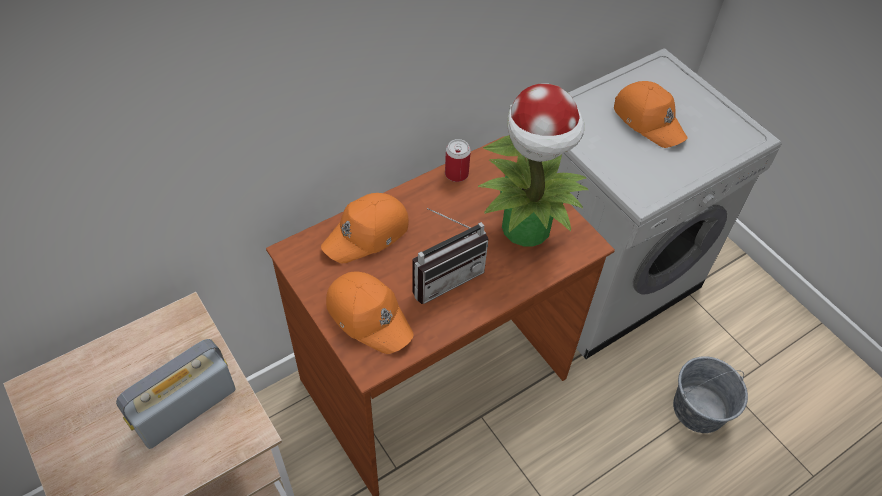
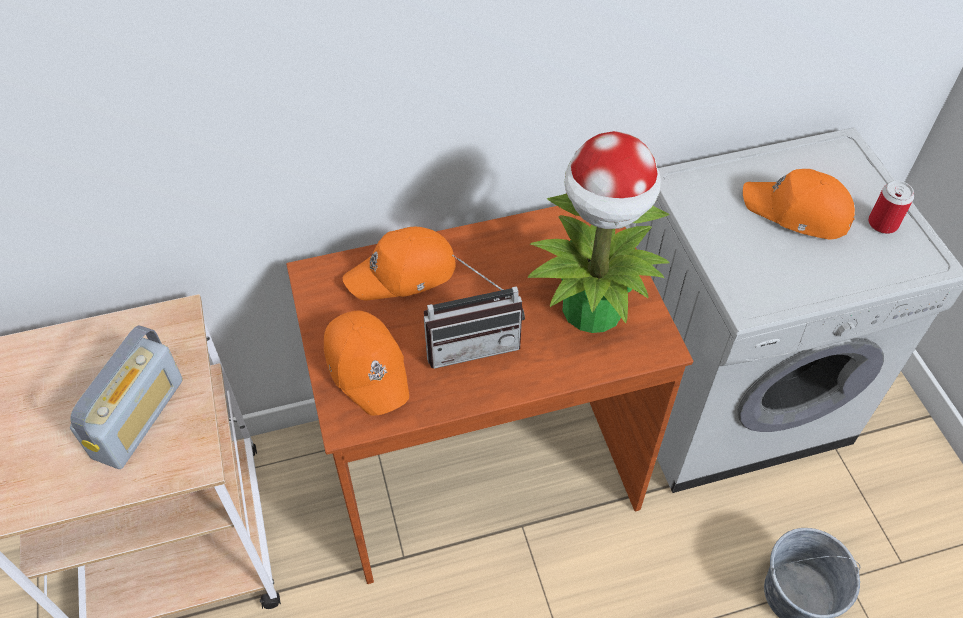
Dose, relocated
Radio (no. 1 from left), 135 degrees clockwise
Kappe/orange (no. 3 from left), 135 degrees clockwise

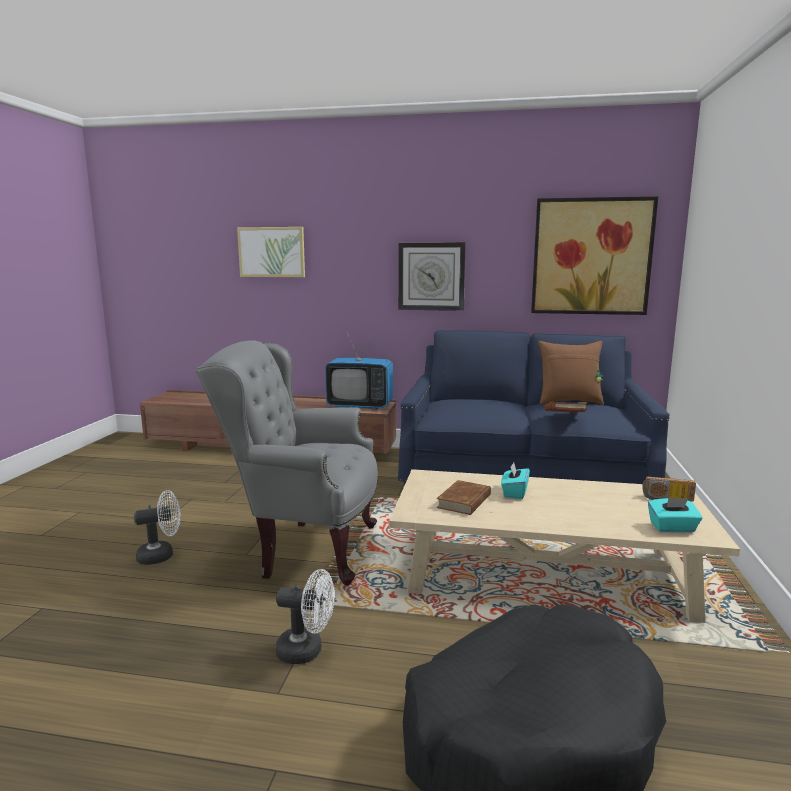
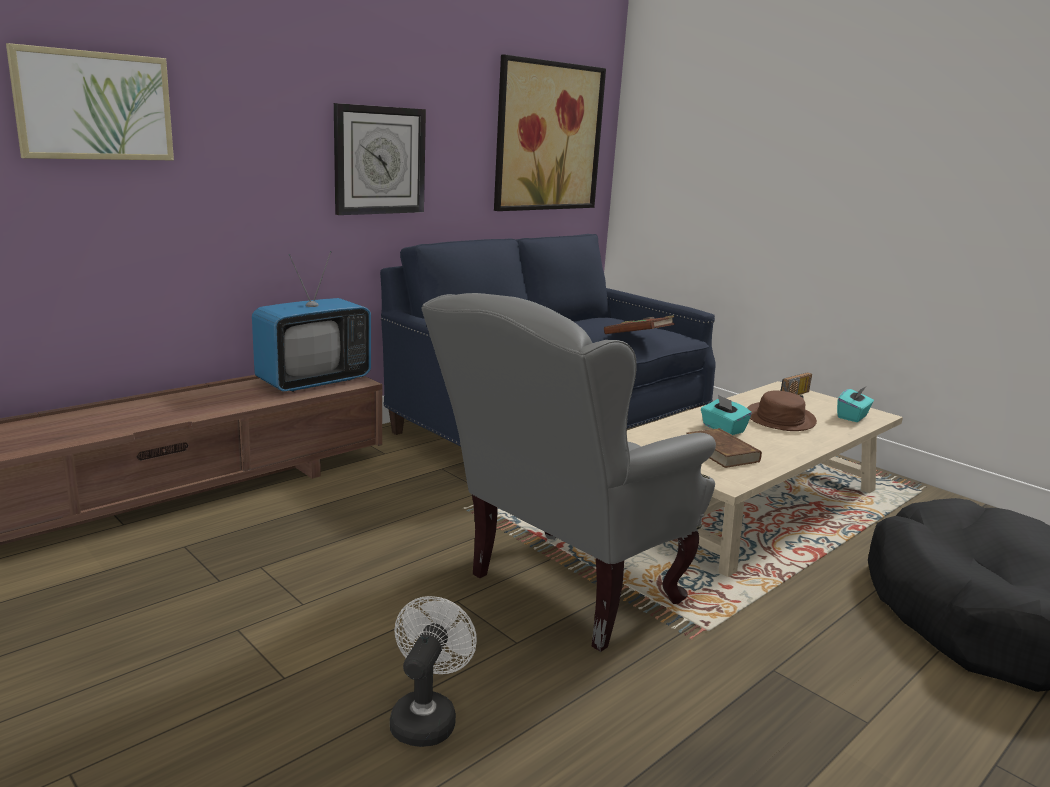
Ventilator/weiß (no. 2 from left) → -
Kissen/braun → -
- → Hut/braun

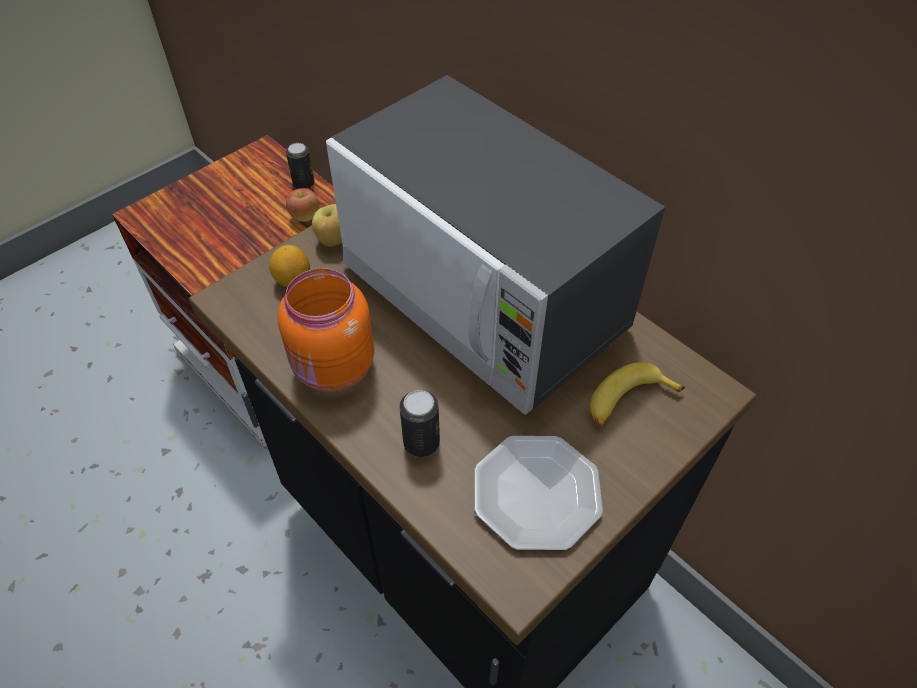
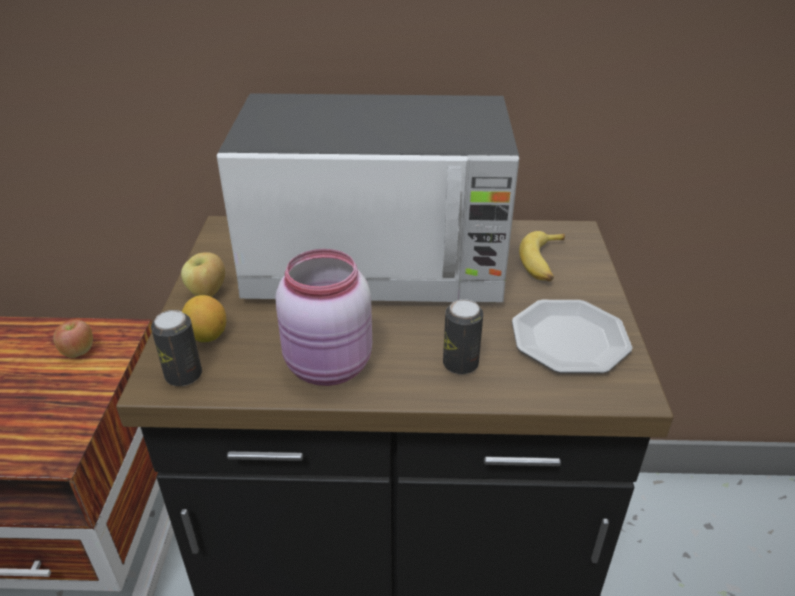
Dose (no. 1 from left), relocated
Vorratsglas/orange → Vorratsglas/rosa

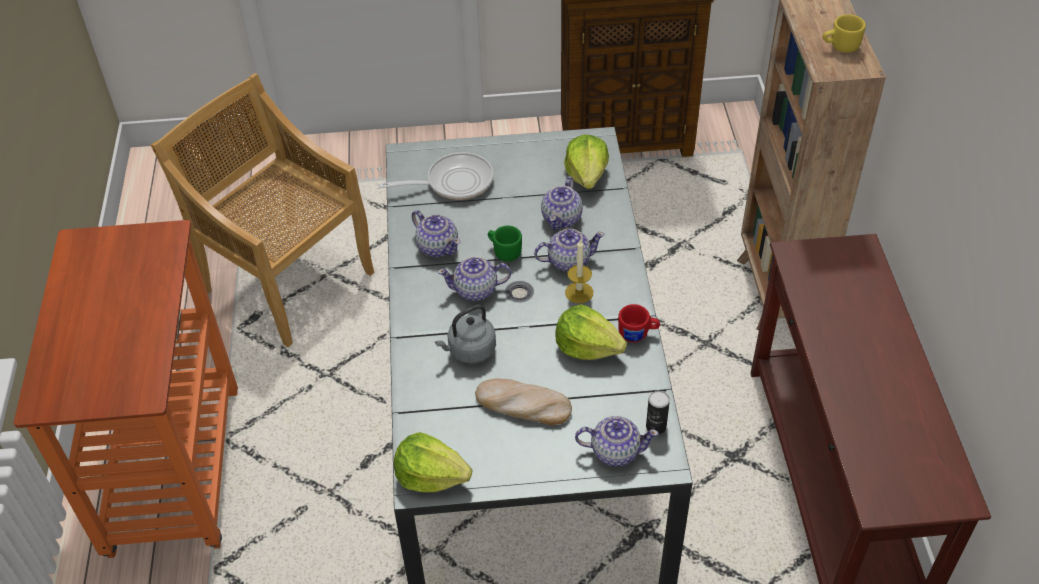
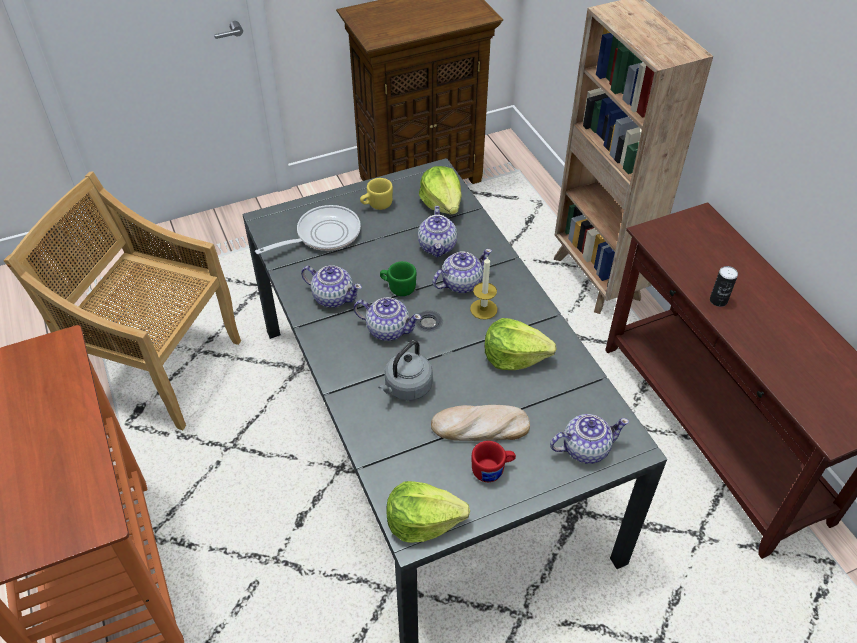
Henkelbecher/rot, relocated
Dose, relocated
Henkelbecher/gelb, relocated
Teekanne (no. 2 from left), 135 degrees counterclockwise

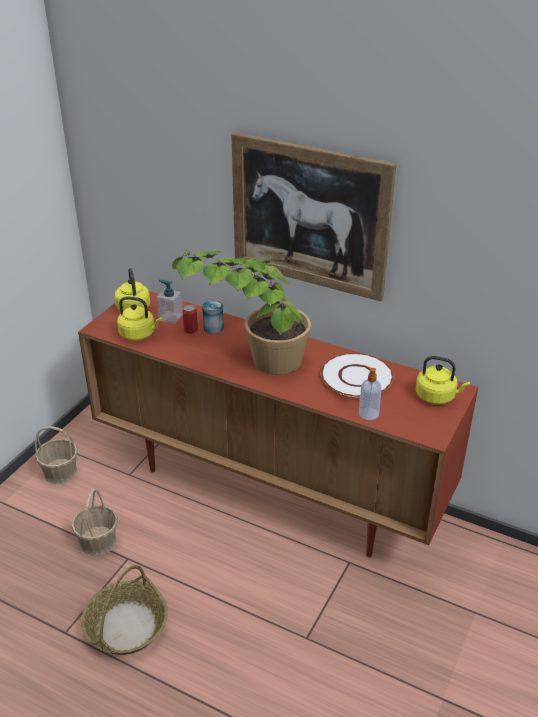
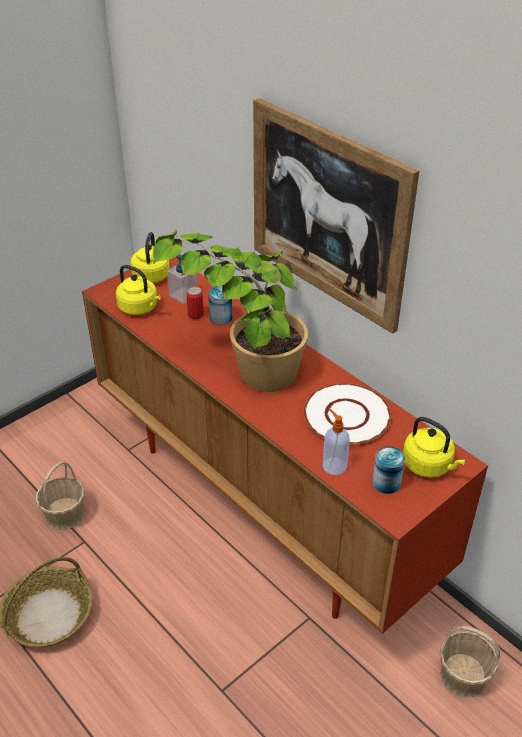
- → Dose (no. 3 from left)
Korb (no. 1 from left in the first image) → Korb (no. 3 from left), relocated

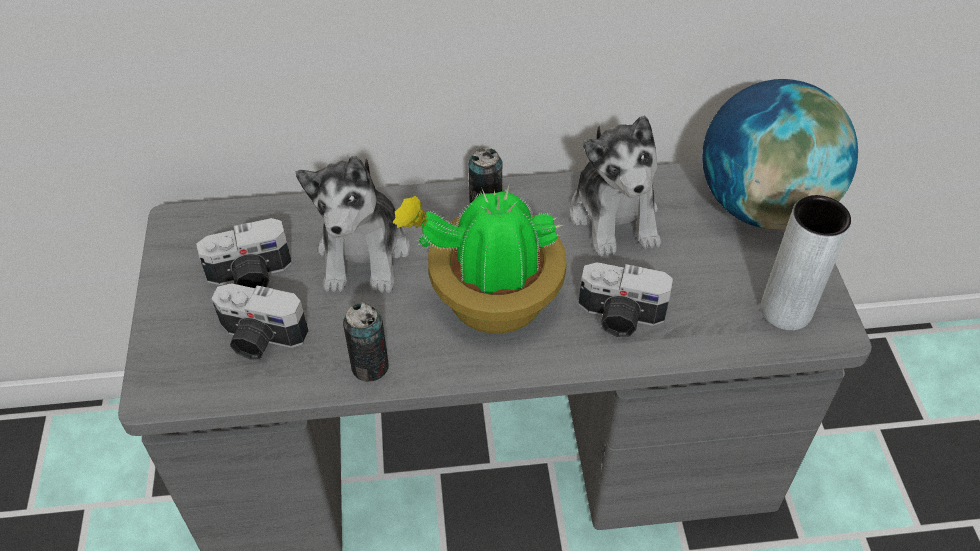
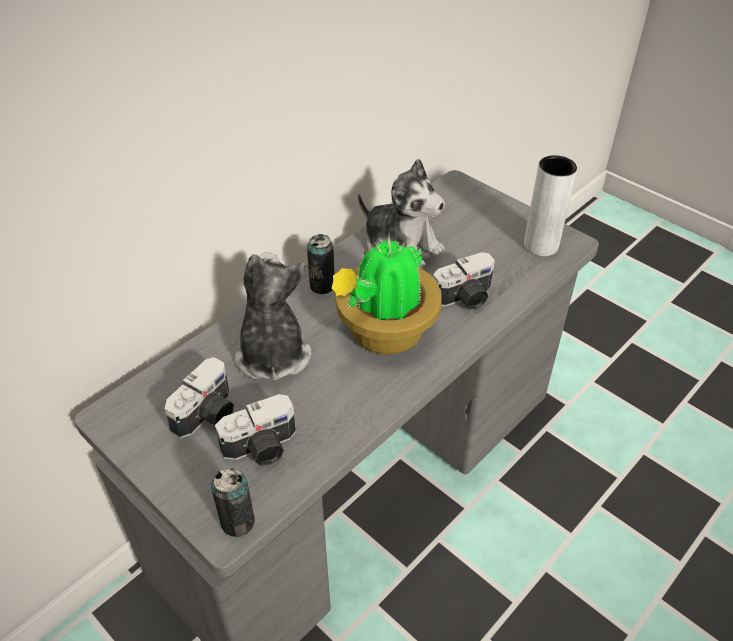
Globus → -
Dose (no. 1 from left), relocated
Plüschtier (no. 1 from left), 150 degrees counterclockwise

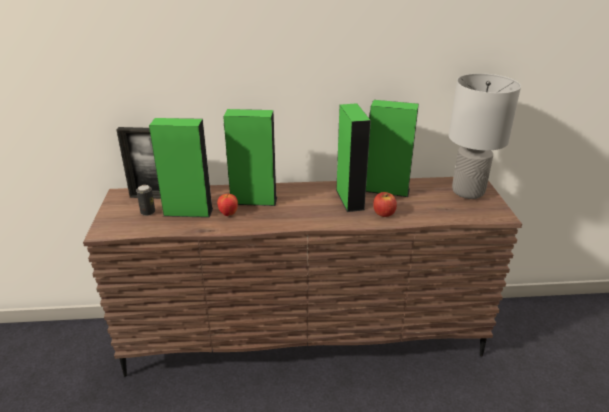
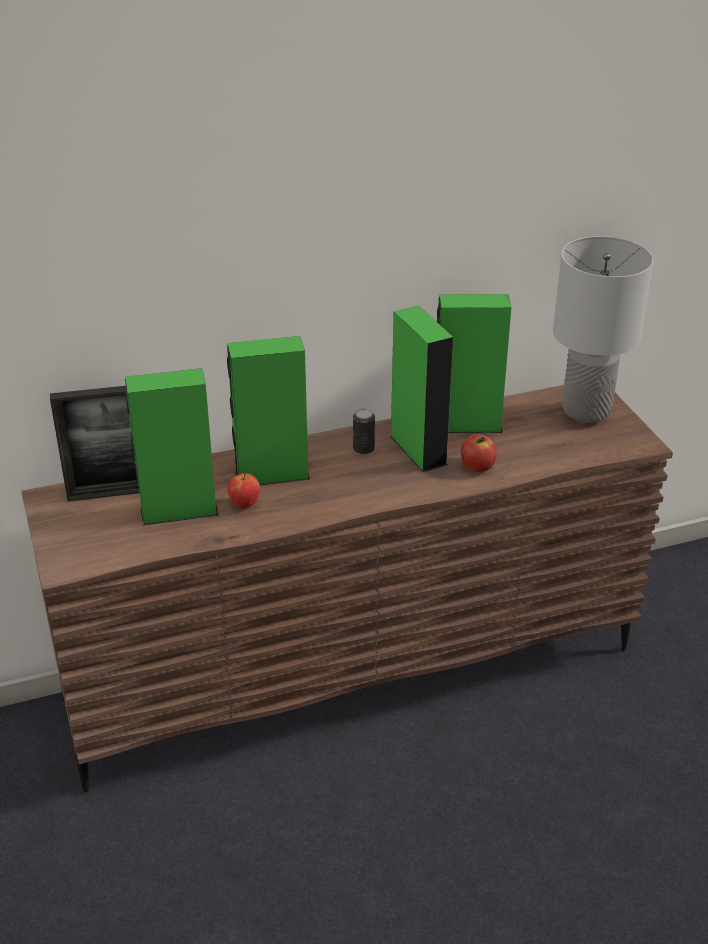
Dose, relocated

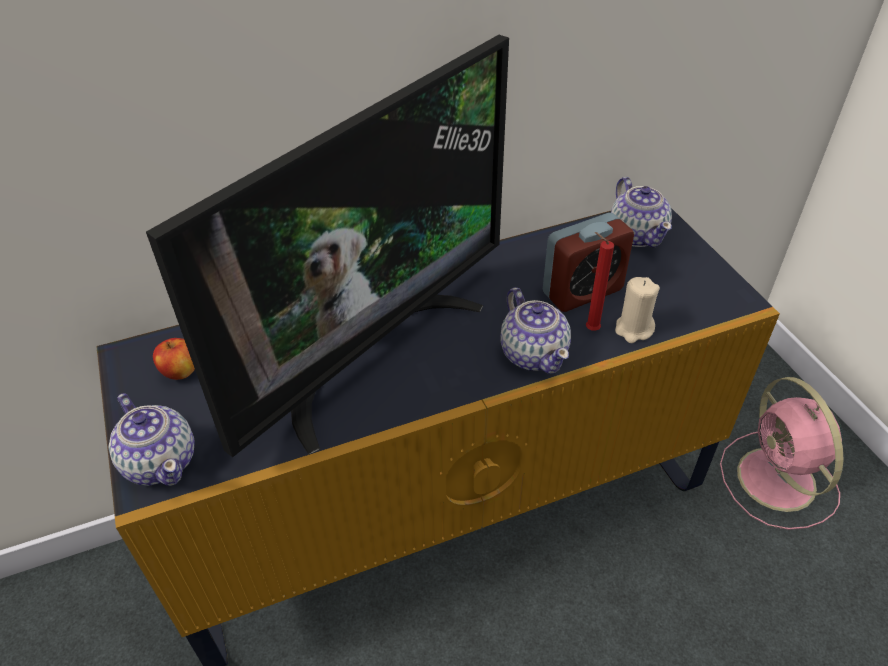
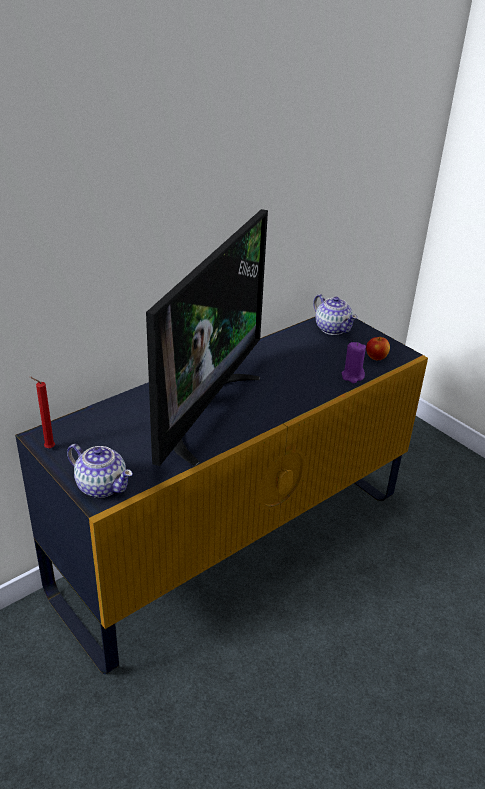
Teekanne (no. 2 from left) → -
Wecker → -
Ventilator/rosa → -
Apfel, relocated
Kerze/rot, relocated
Kerze/beige → Kerze/lila

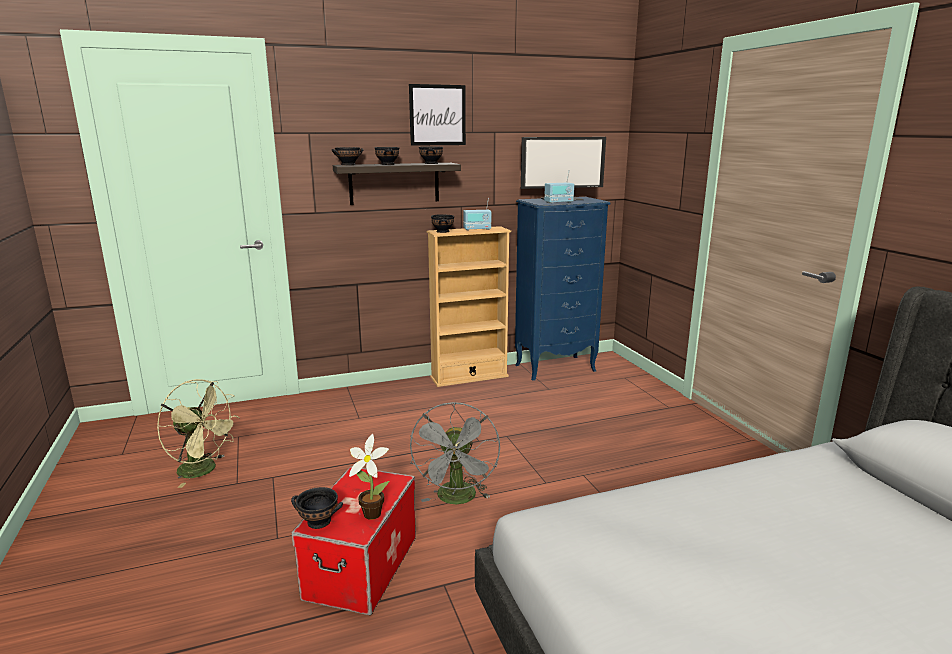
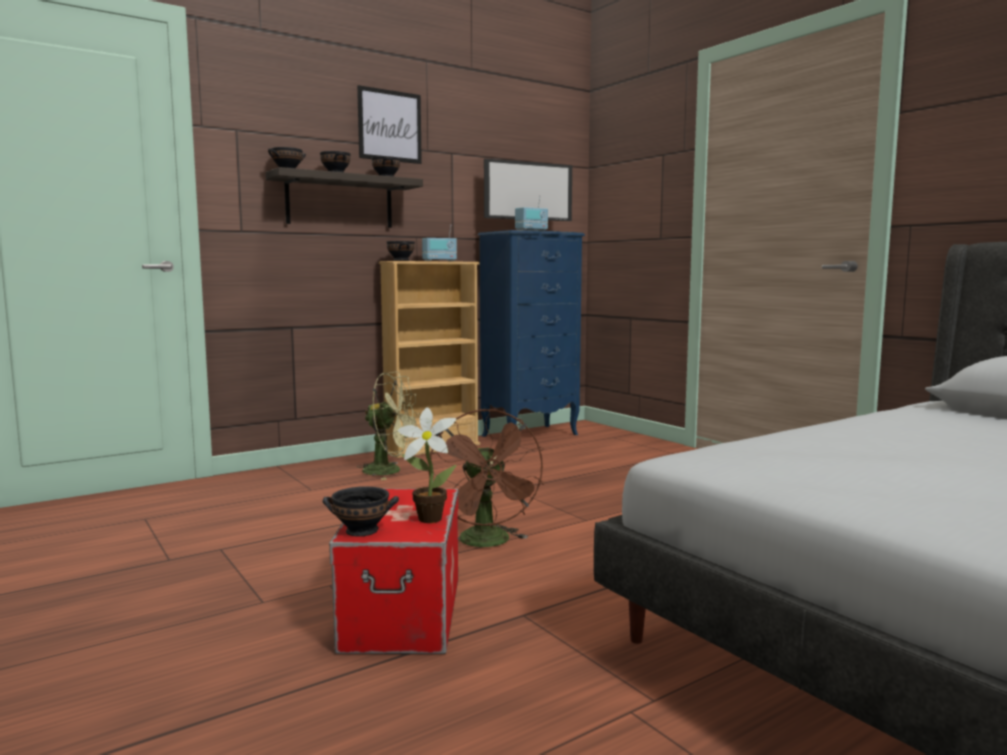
Ventilator/grün, relocated
Ventilator/grau → Ventilator/braun

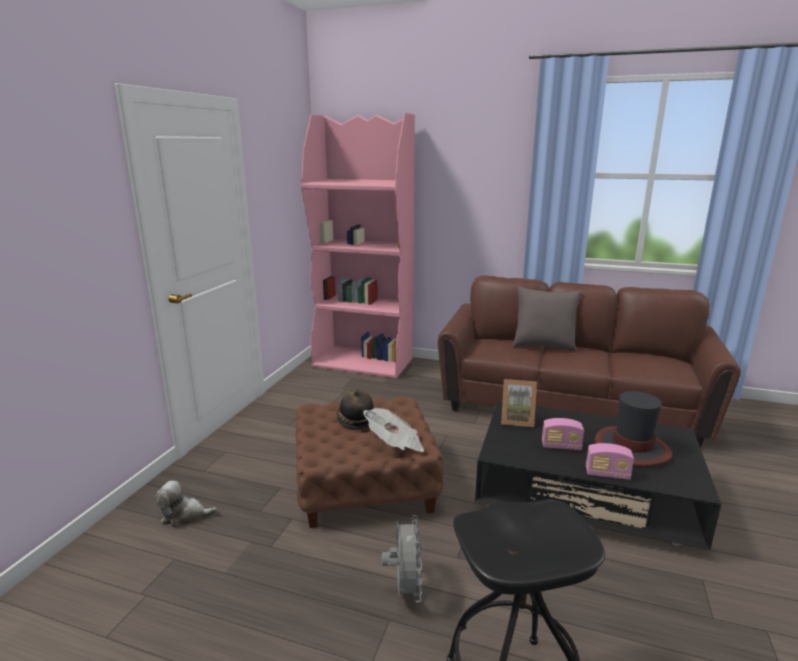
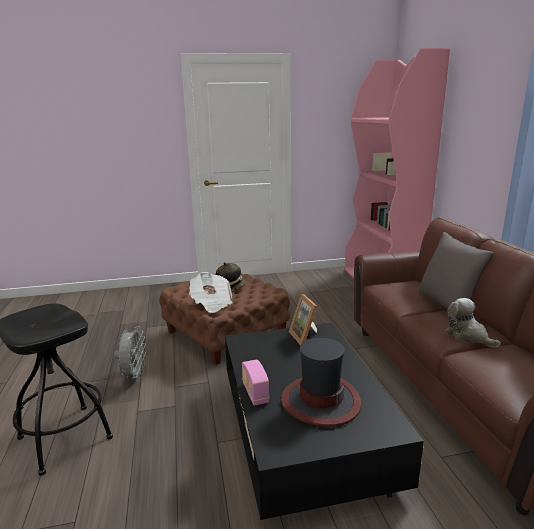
Radio (no. 1 from left) → -
Plüschtier, relocated
Ventilator/grau, 60 degrees counterclockwise

